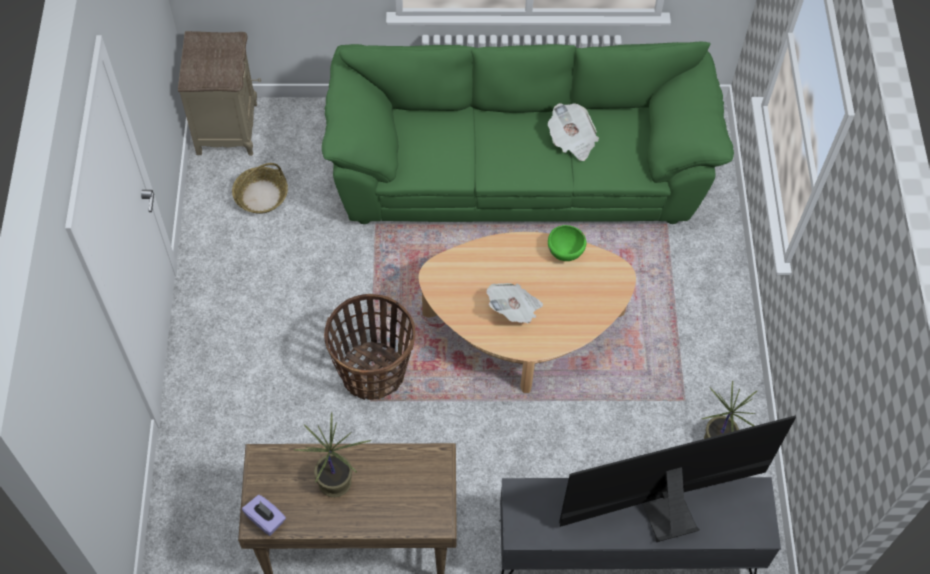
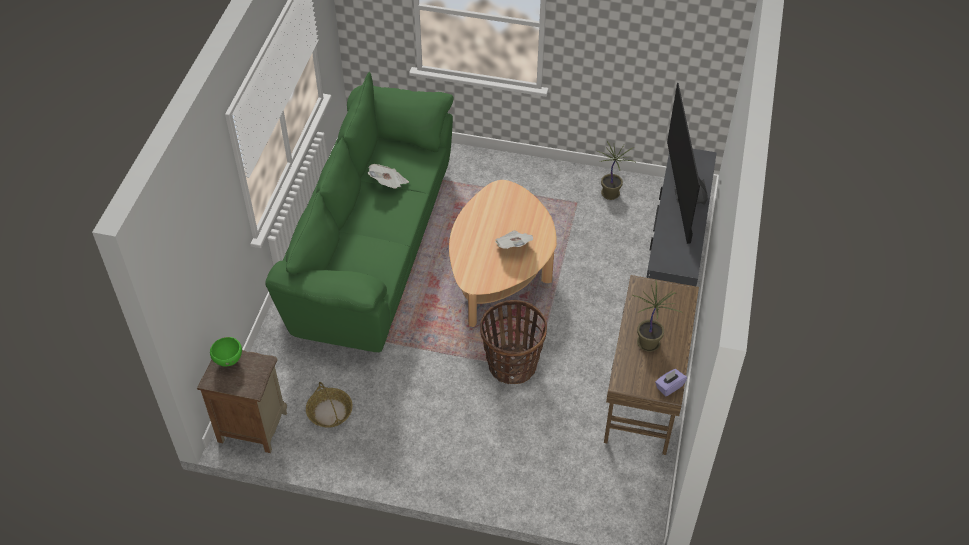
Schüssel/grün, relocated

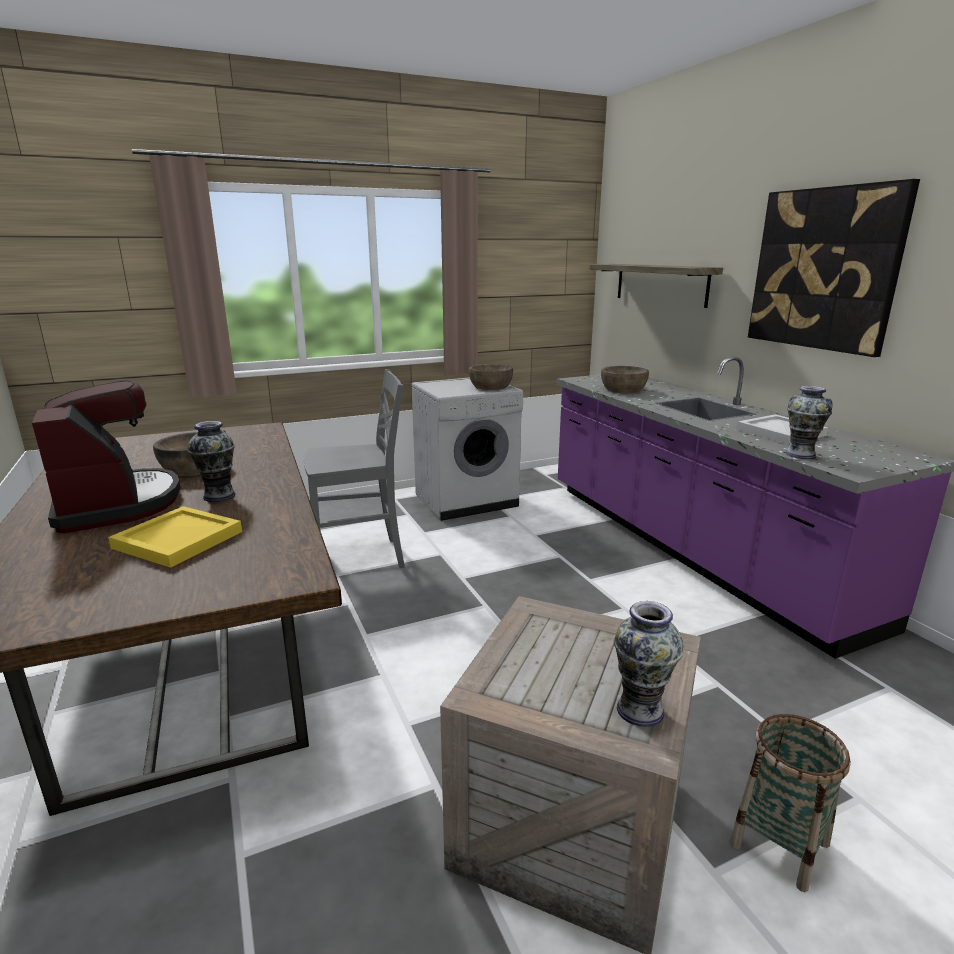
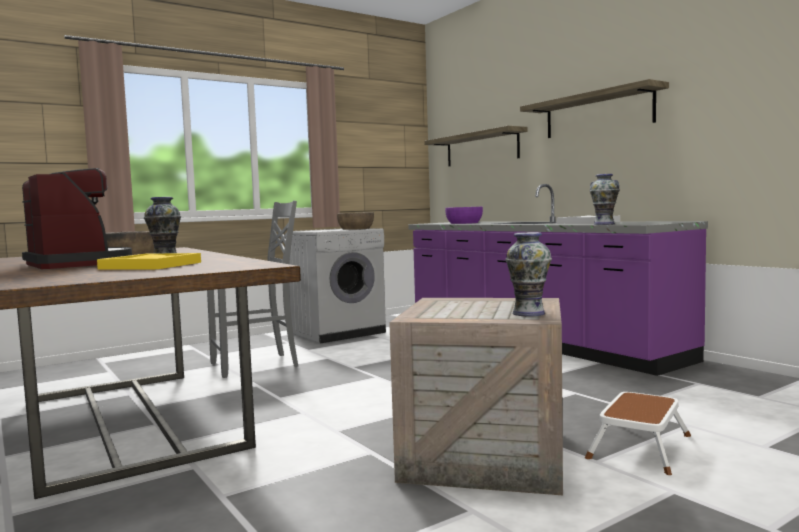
Korb → Trittleiter/braun
Bild → Wandregal (no. 2 from left)
Schüssel/braun (no. 3 from left) → Schüssel/lila

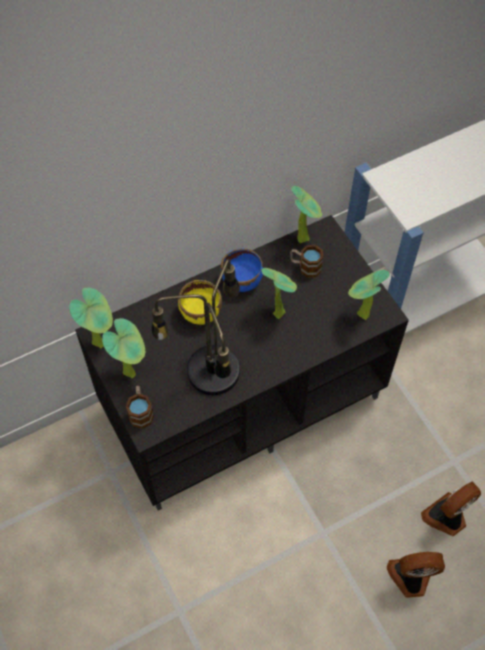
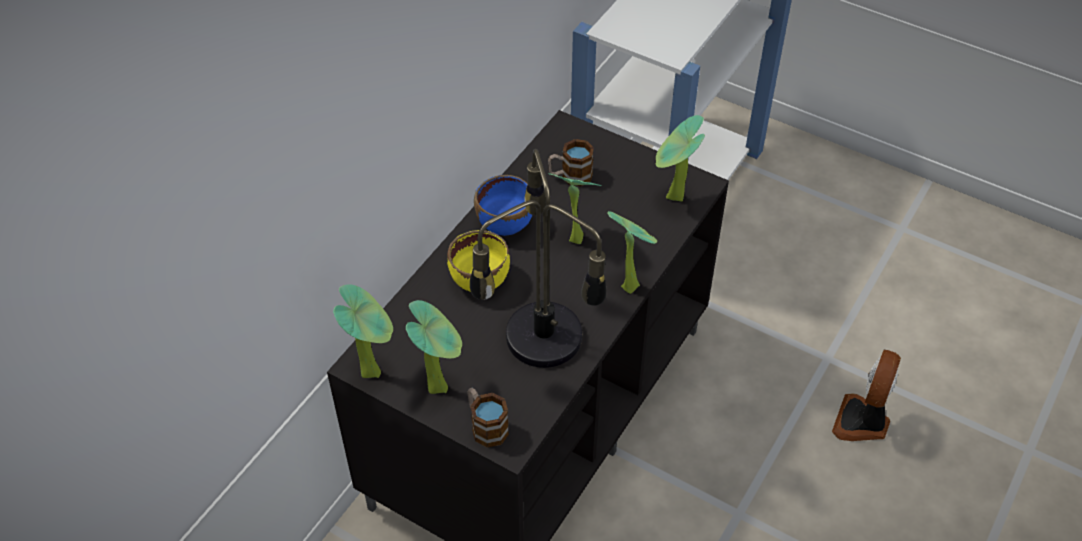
Ventilator (no. 1 from left) → -
Topfpflanze (no. 4 from left), relocated

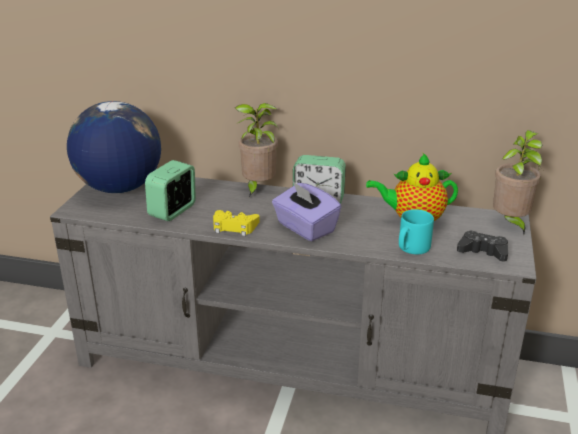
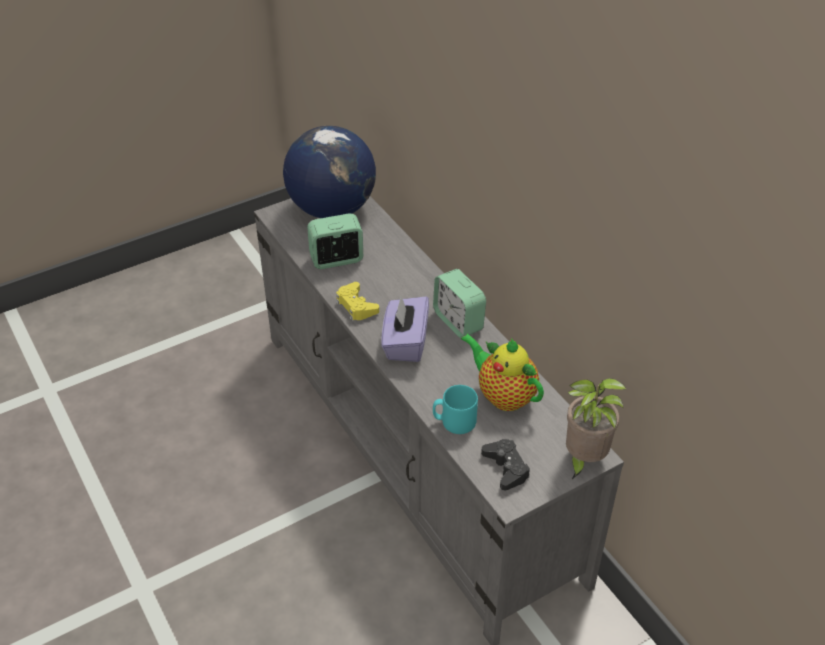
Topfpflanze (no. 1 from left) → -

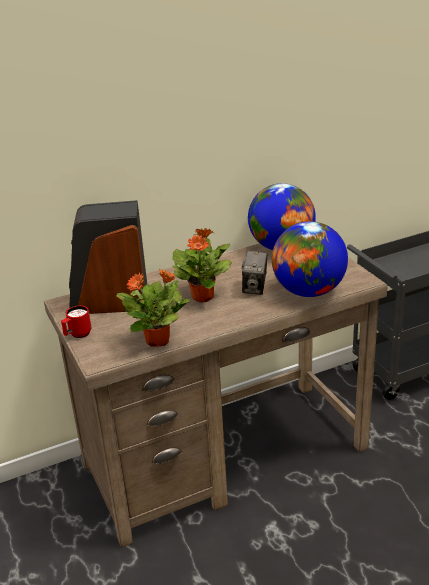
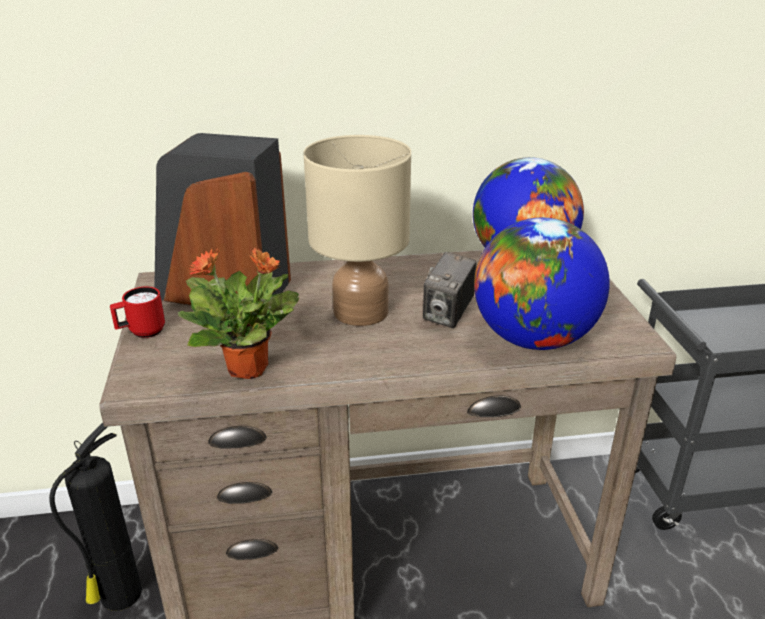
- → Feuerlöscher
Topfpflanze (no. 2 from left) → Tischlampe/beige

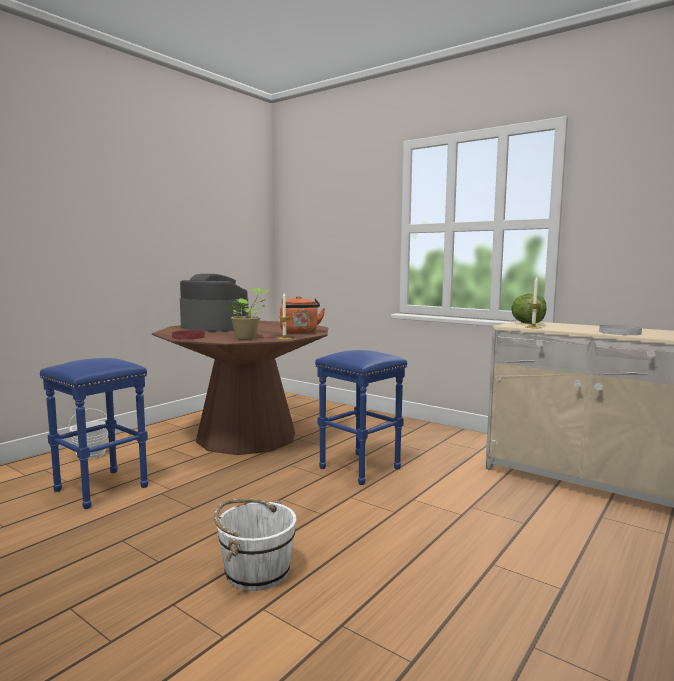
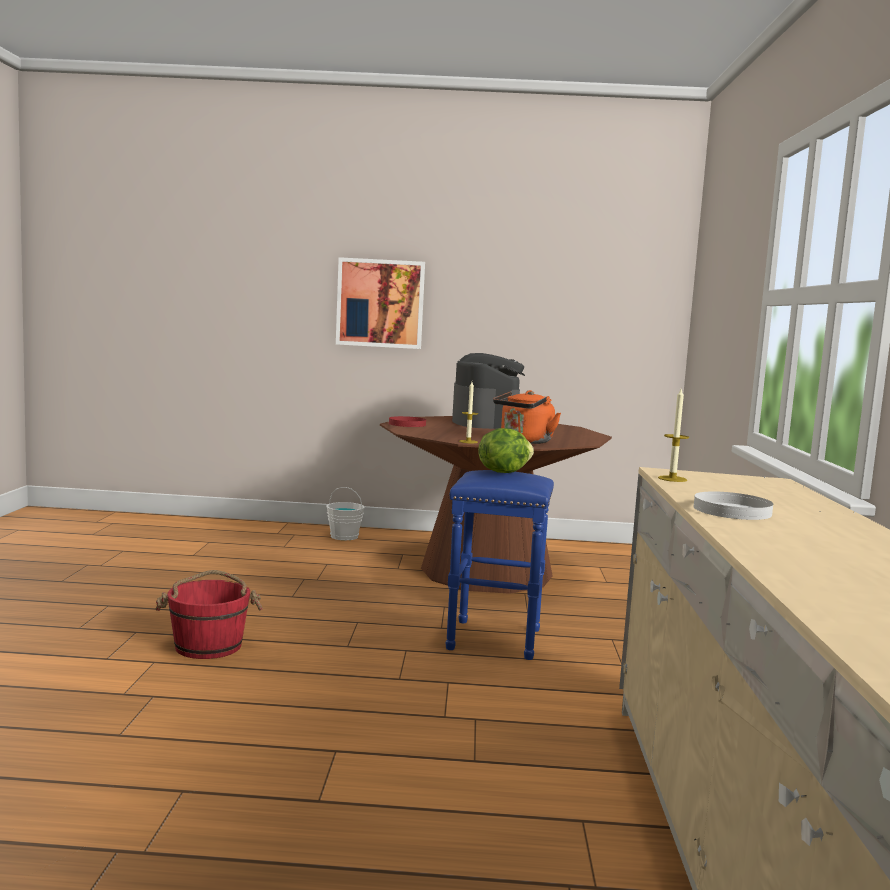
Hocker/blau (no. 1 from left) → -
Topfpflanze → -
- → Bild
Salatkopf, relocated
Eimer/weiß (no. 2 from left) → Eimer/rot

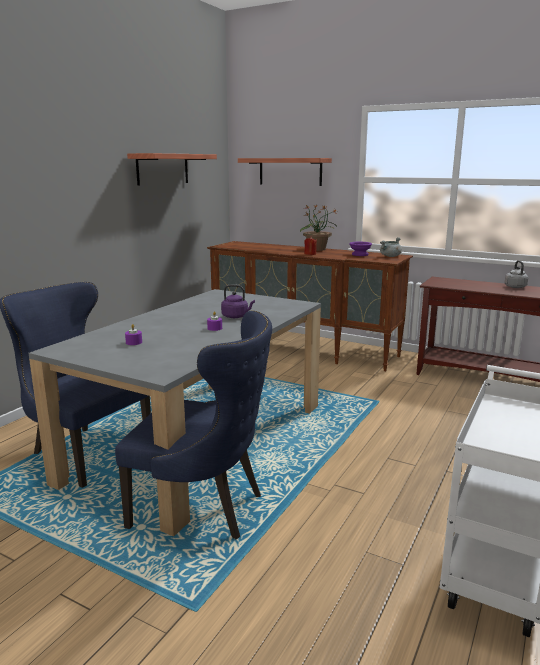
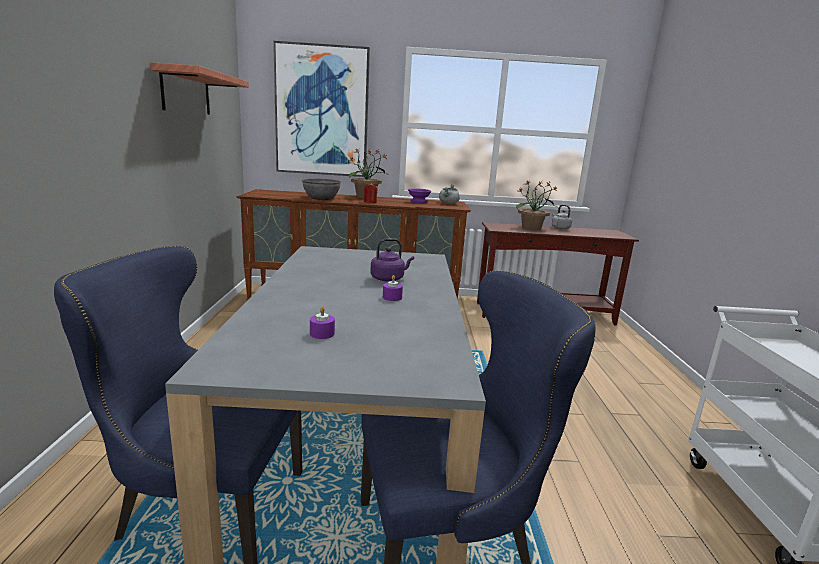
- → Schüssel/grau
- → Topfpflanze (no. 2 from left)
Wandregal (no. 2 from left) → Bild

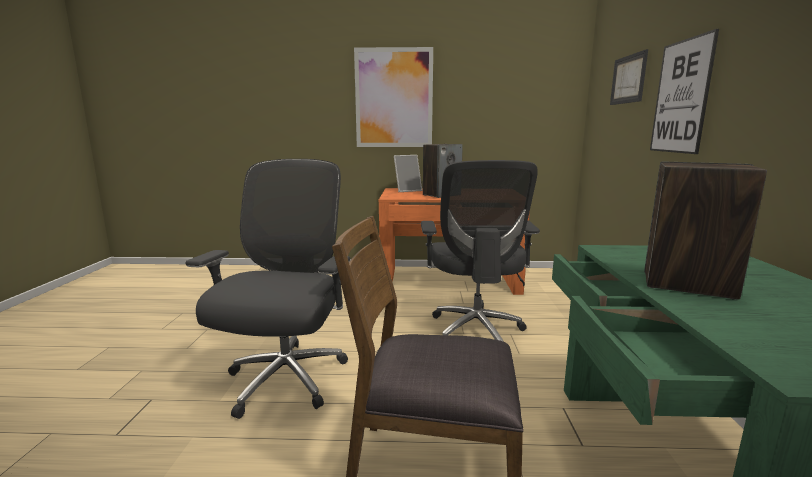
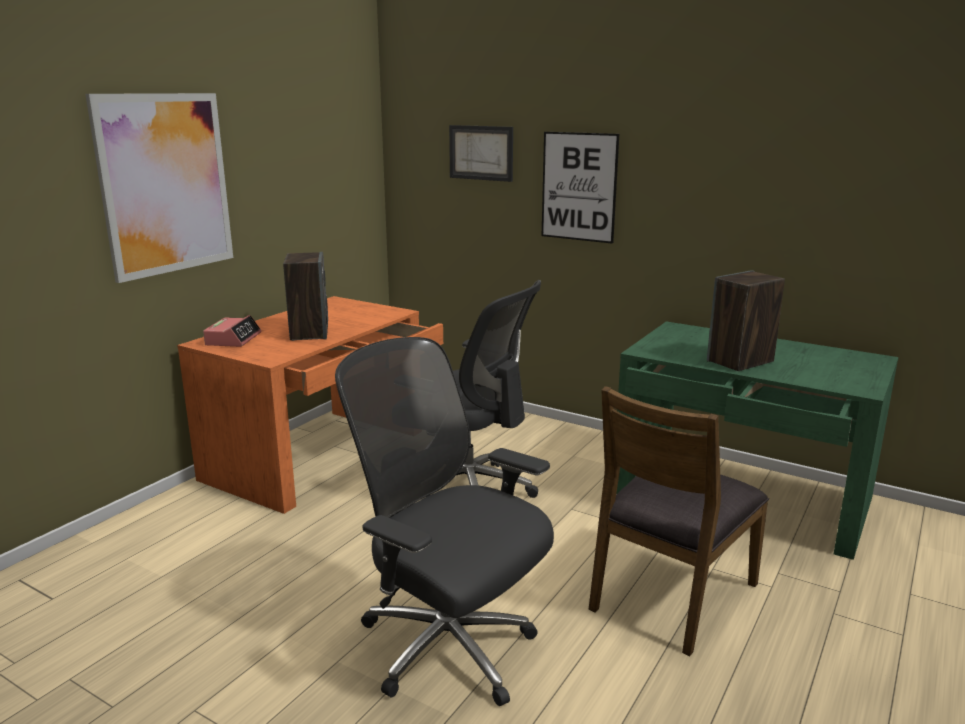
Bilderrahmen → Wecker

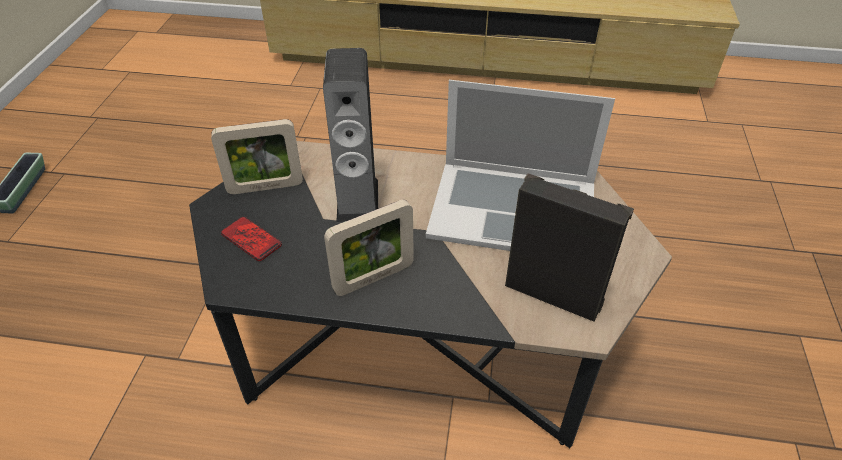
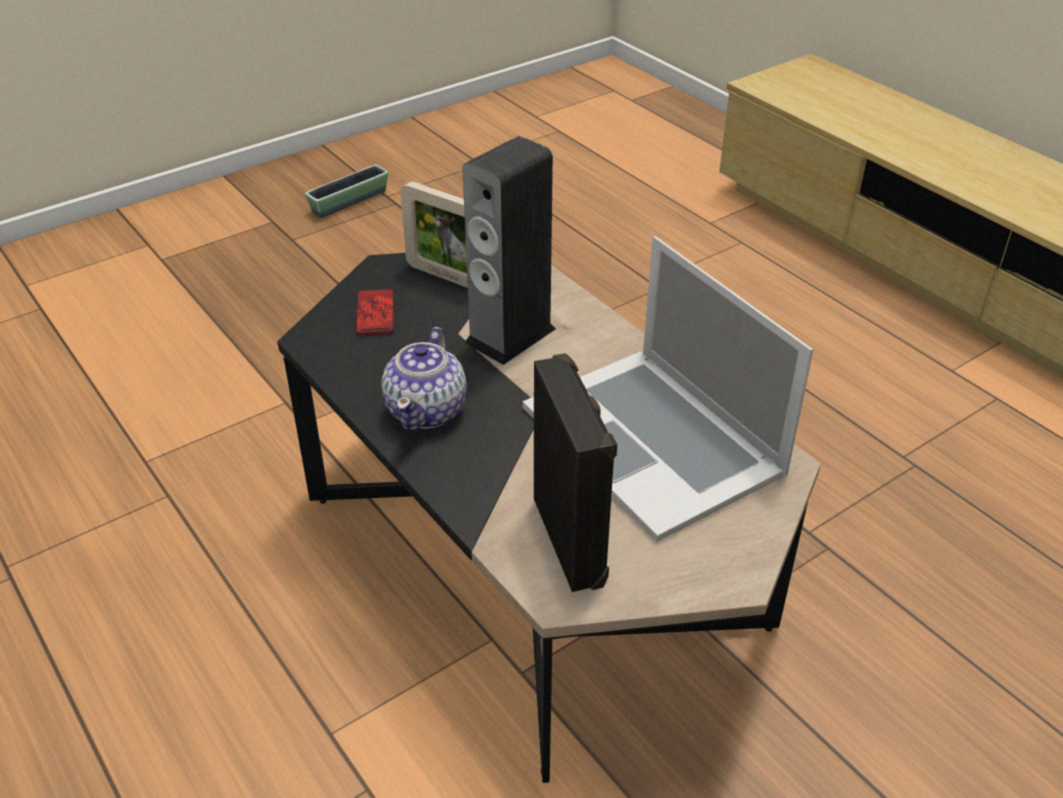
Bilderrahmen (no. 2 from left) → Teekanne

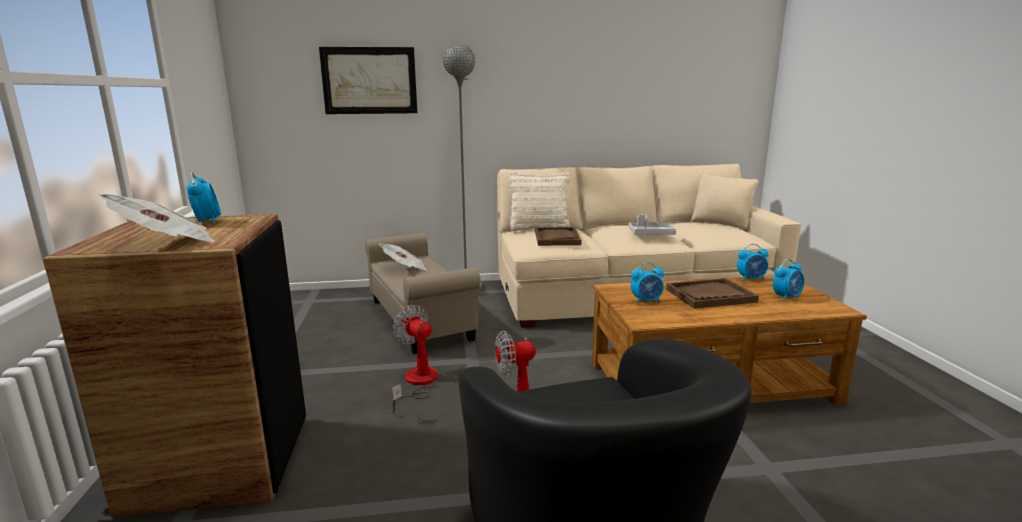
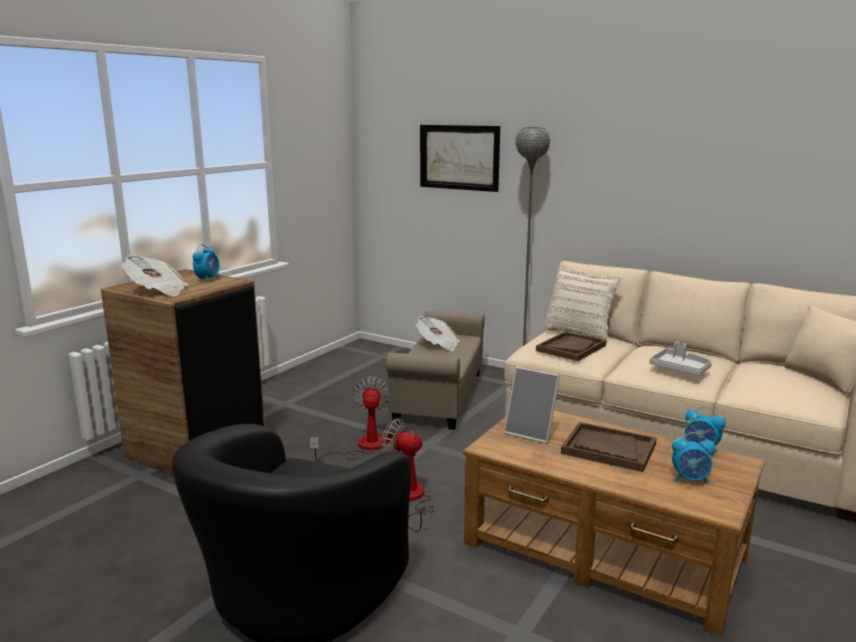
Wecker (no. 2 from left) → Bilderrahmen

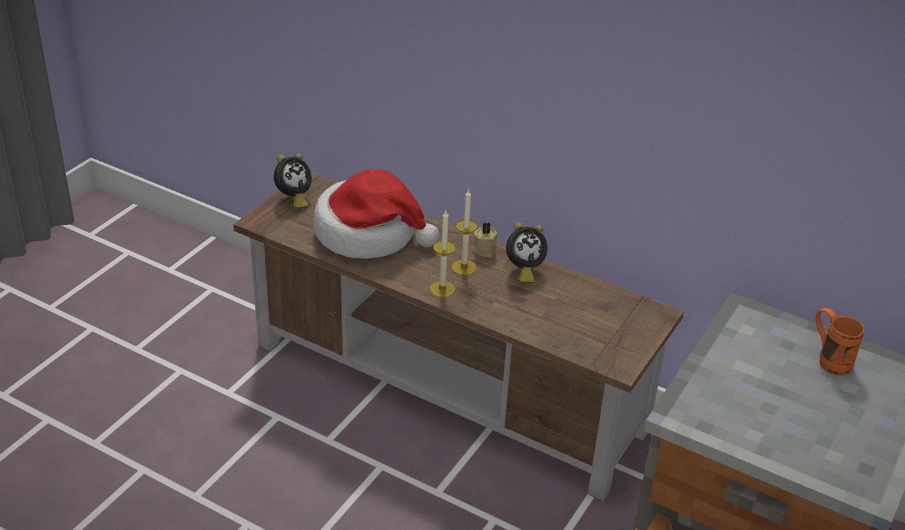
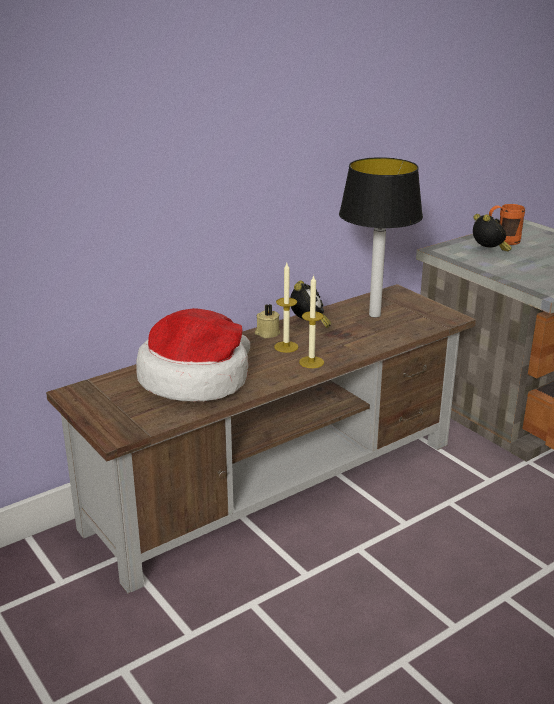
- → Tischlampe
Wecker (no. 1 from left in the first image) → Wecker (no. 2 from left), relocated

